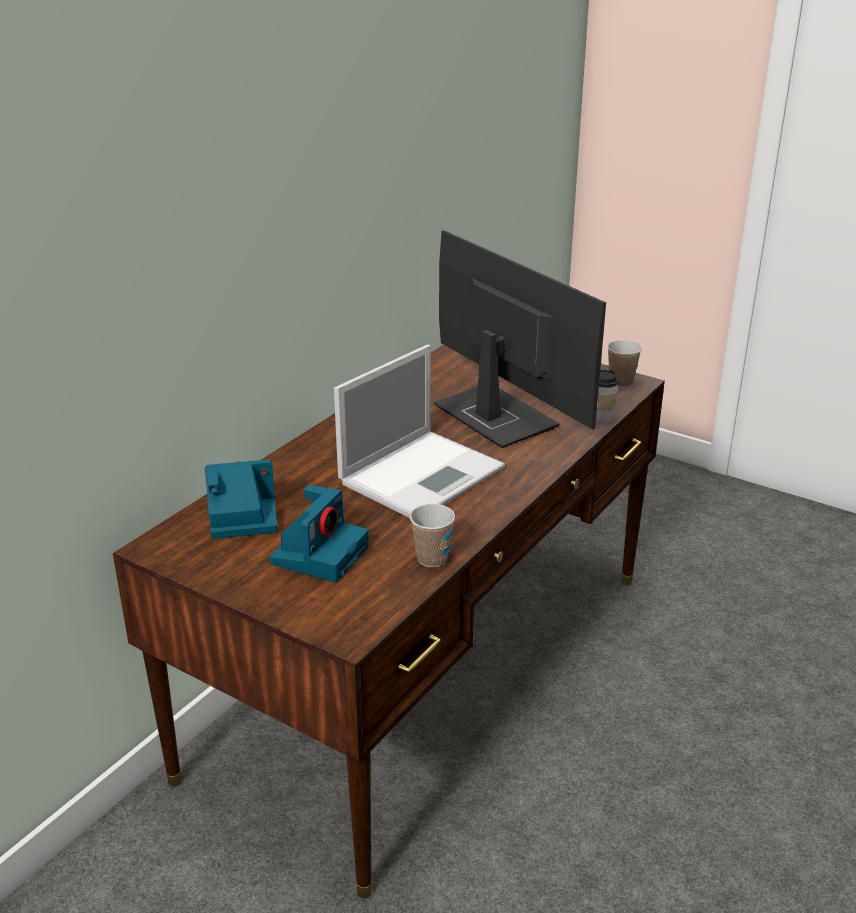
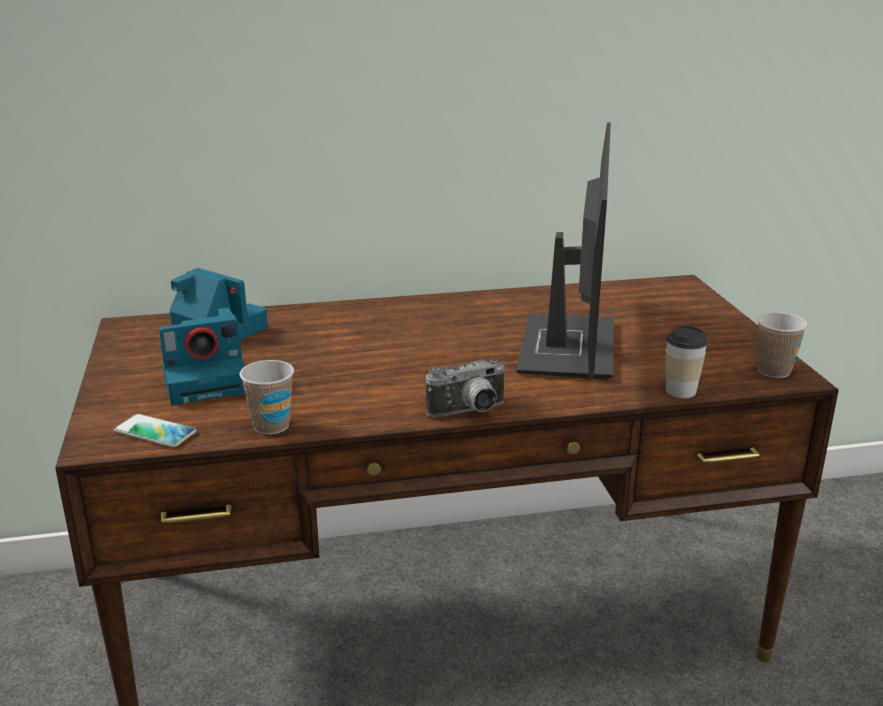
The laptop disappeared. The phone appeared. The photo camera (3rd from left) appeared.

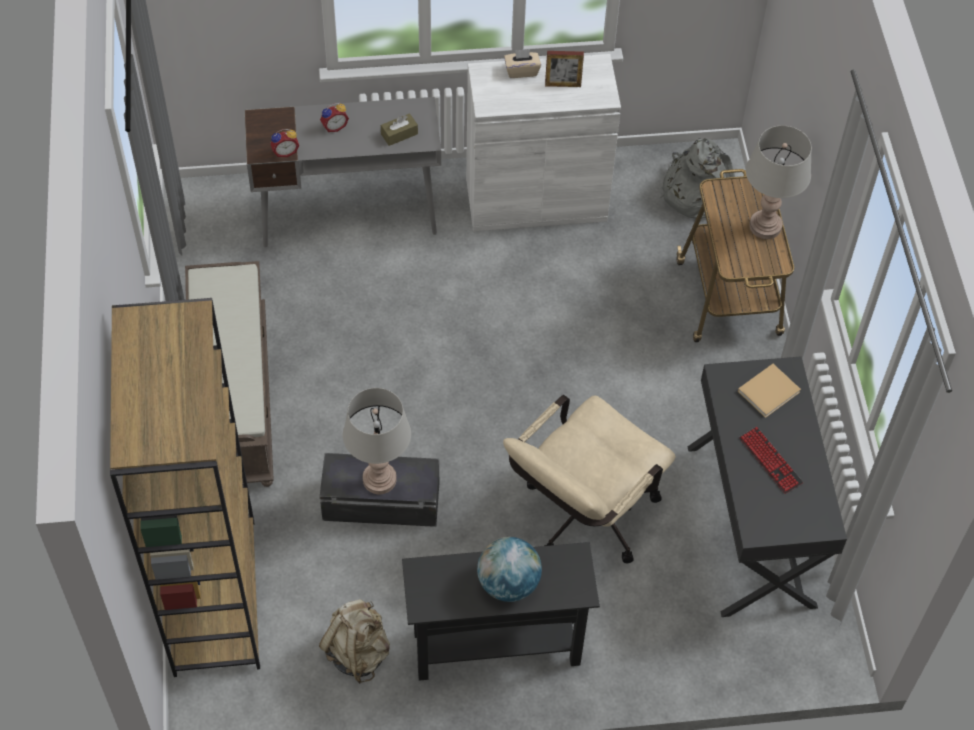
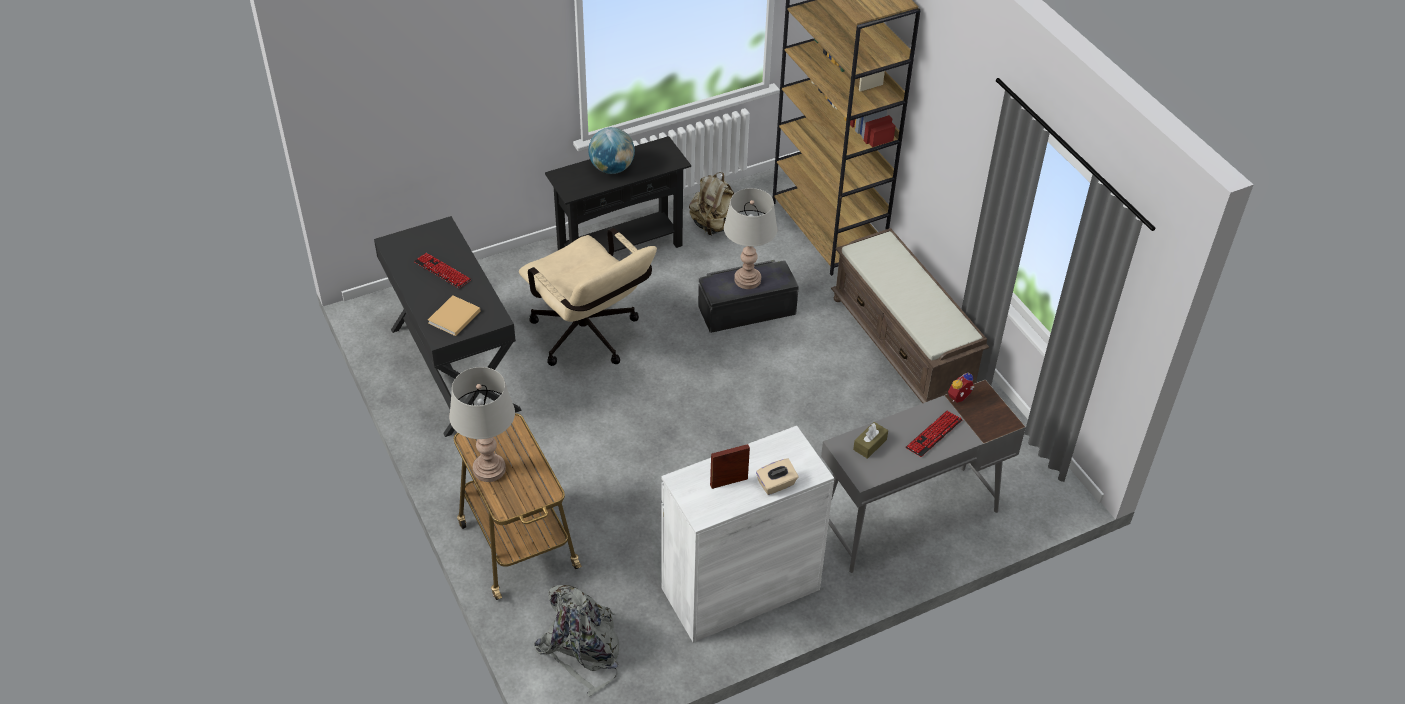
The alarm clock (2nd from left) was replaced by the keyboard (2nd from left). The beige office chair turned 120 degrees clockwise.

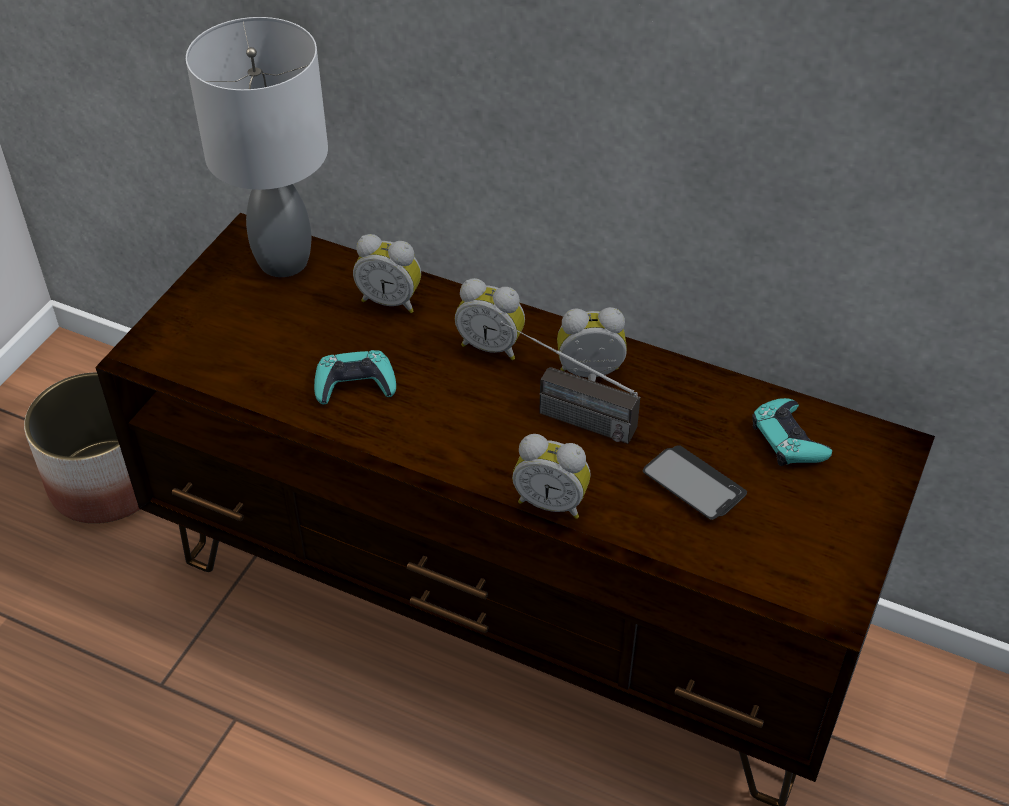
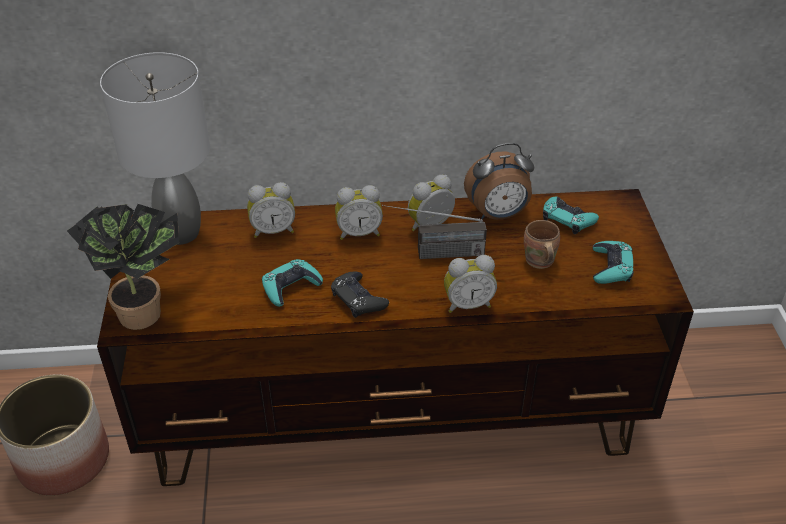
The potted plant appeared. The black game controller appeared. The alarm clock (5th from left) appeared. The turquoise game controller (3rd from left) appeared. The phone was replaced by the brown mug.

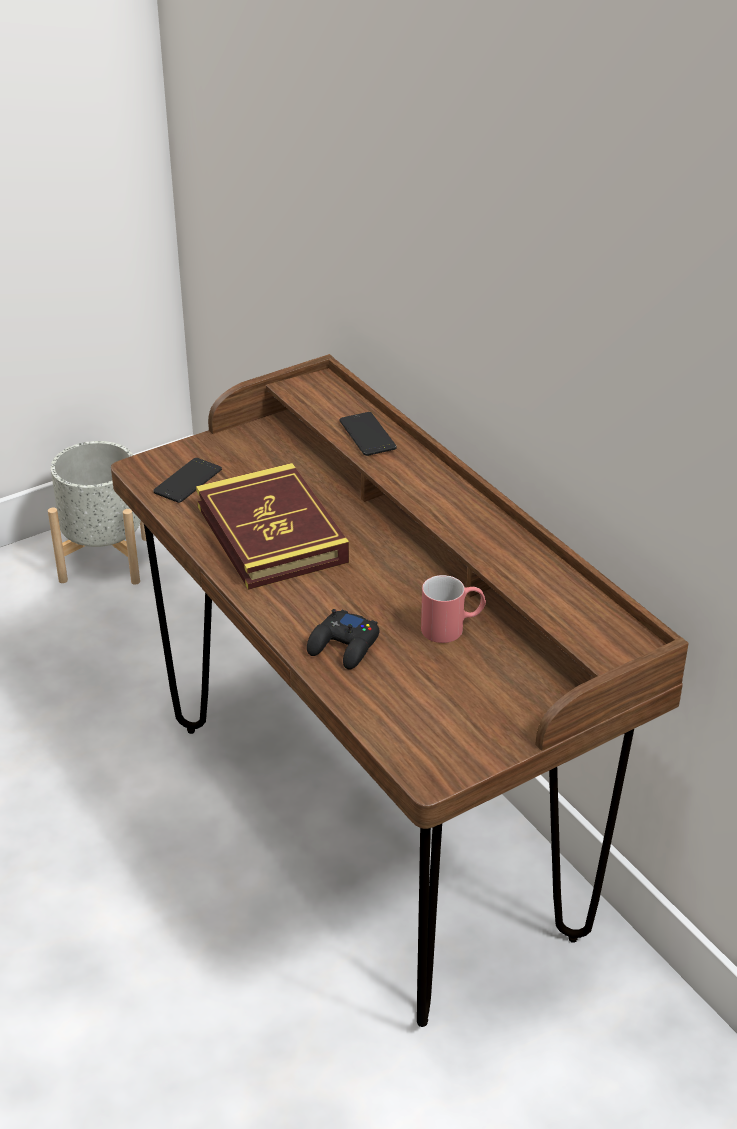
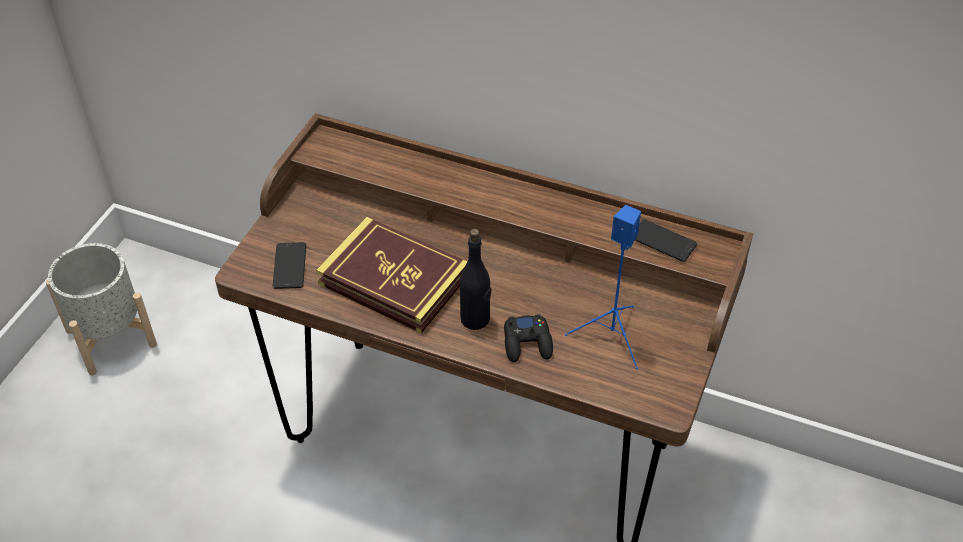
The red mug disappeared. The black bottle appeared. The blue speaker appeared. The phone (2nd from left) moved.

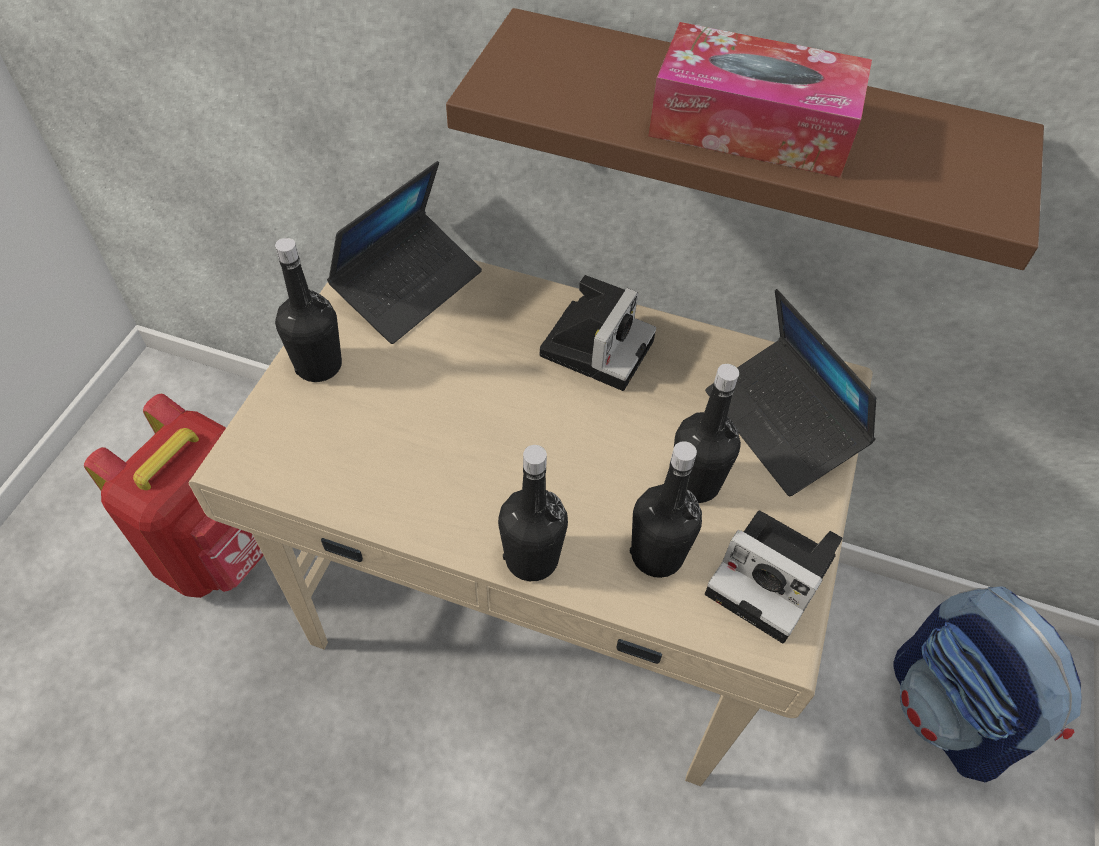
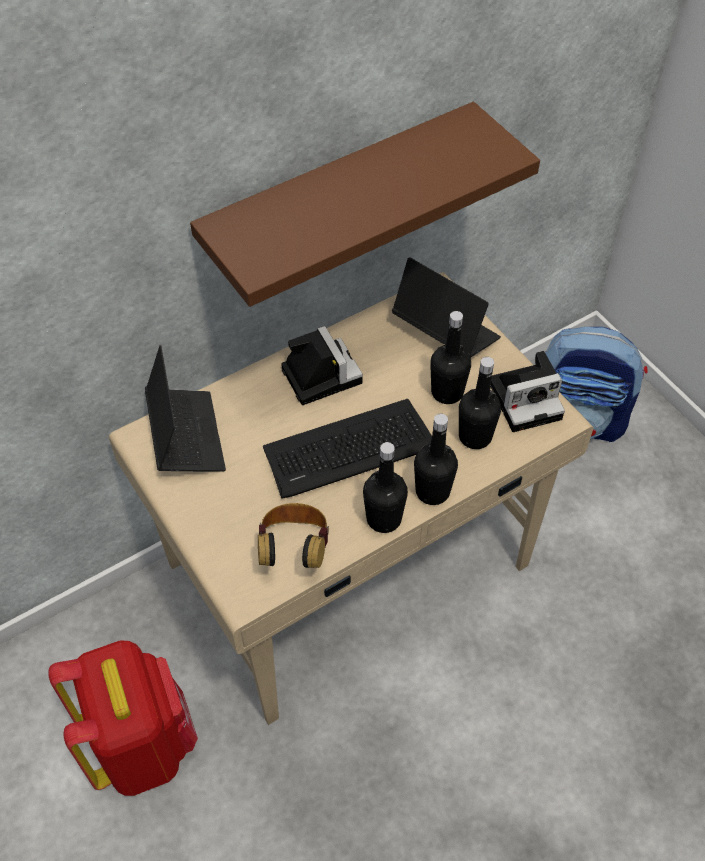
The tissue box disappeared. The headphones appeared. The keyboard appeared. The black bottle (1st from left) moved. The laptop (2nd from left) turned 150 degrees counterclockwise.

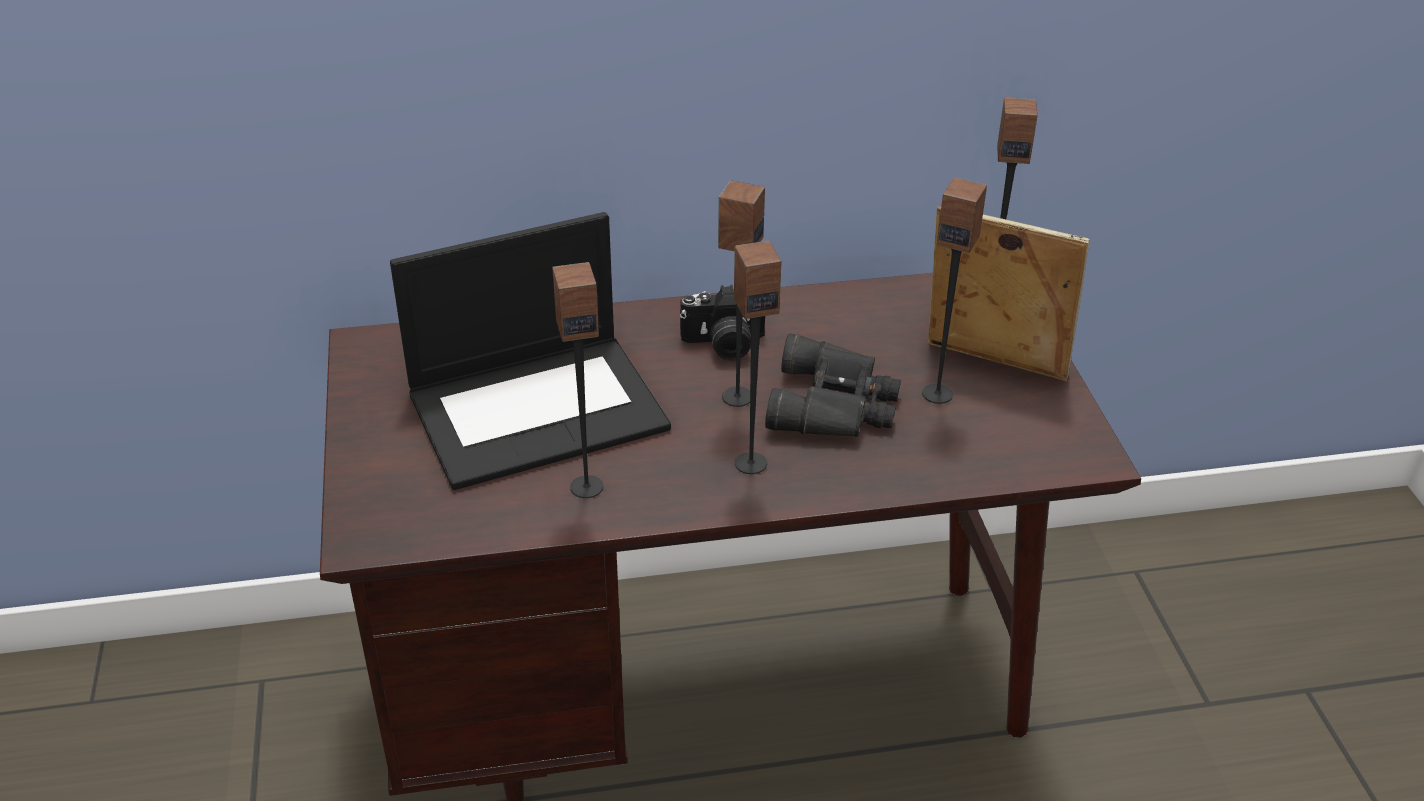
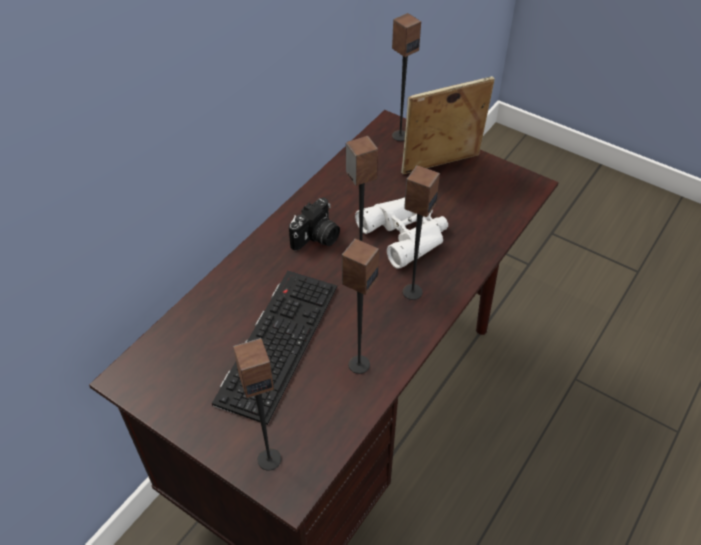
The speaker (4th from left in the first image) moved. The laptop was replaced by the keyboard. The black binoculars became the white binoculars.

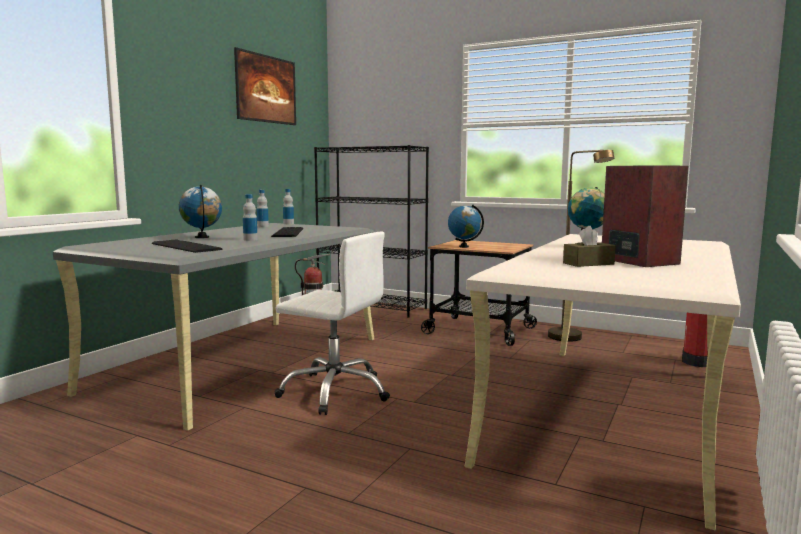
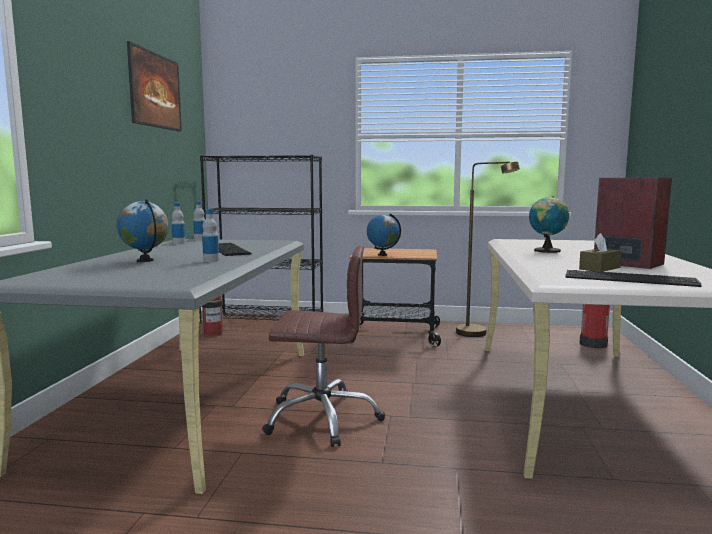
The keyboard (1st from left in the first image) moved. The white office chair became the brown office chair.

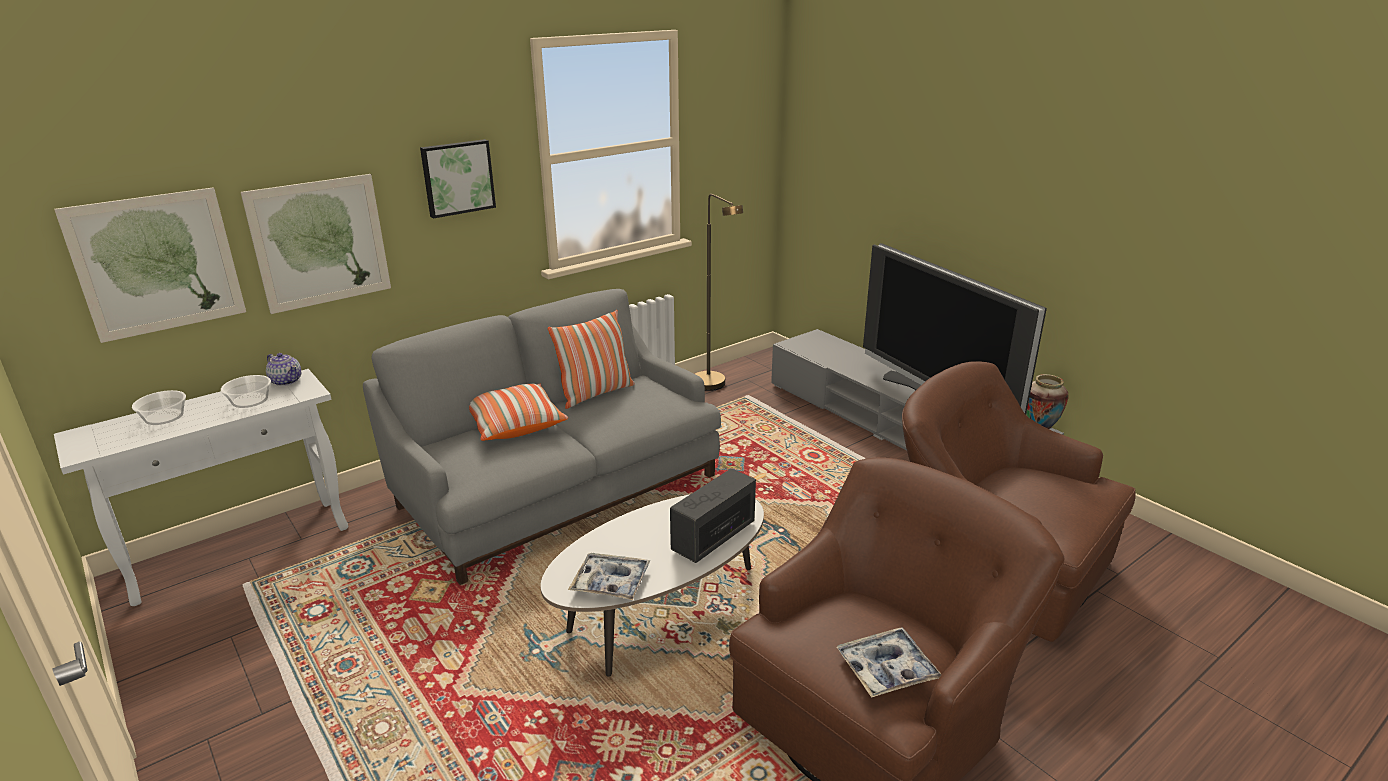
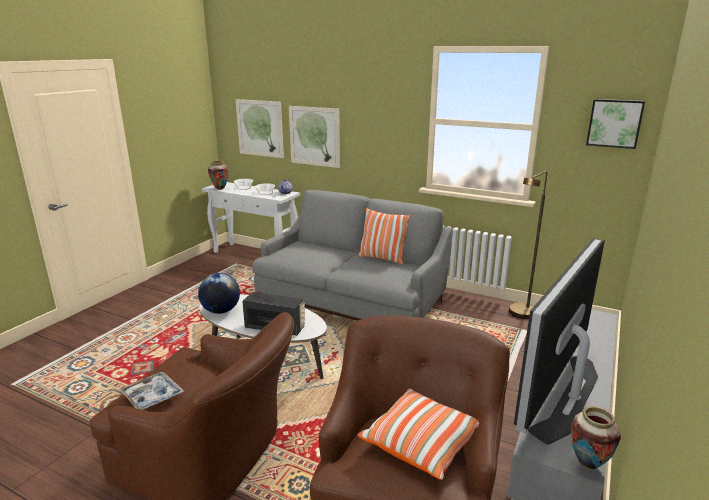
The vase (1st from left) appeared. The picture (3rd from left) moved. The pillow (1st from left in the first image) moved. The tray (1st from left) was replaced by the globe.

